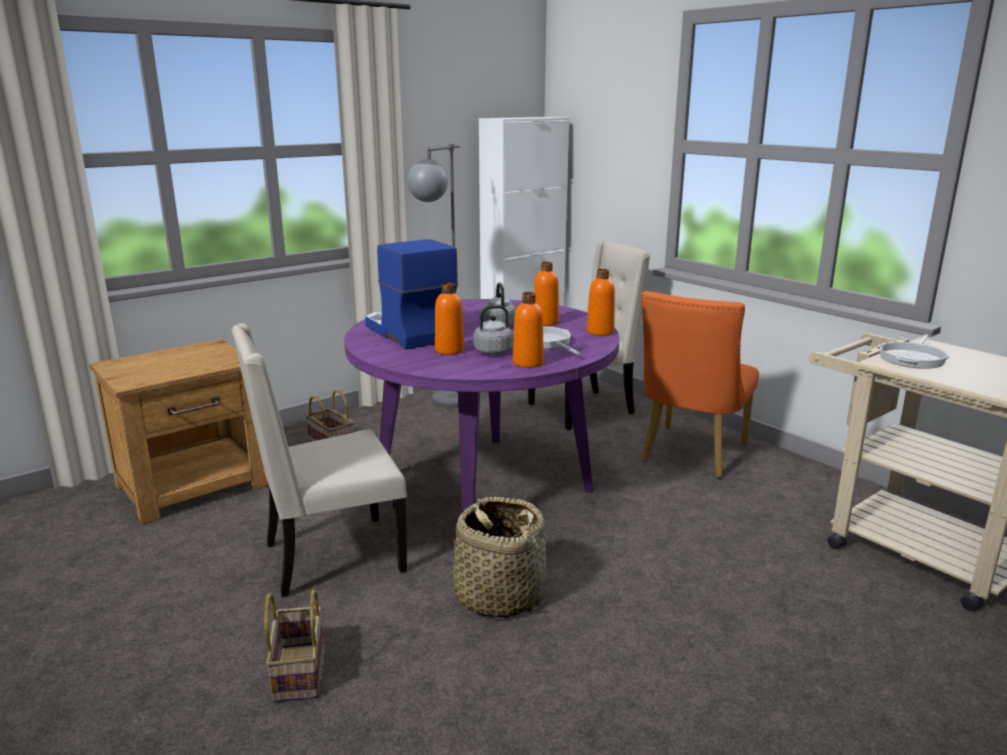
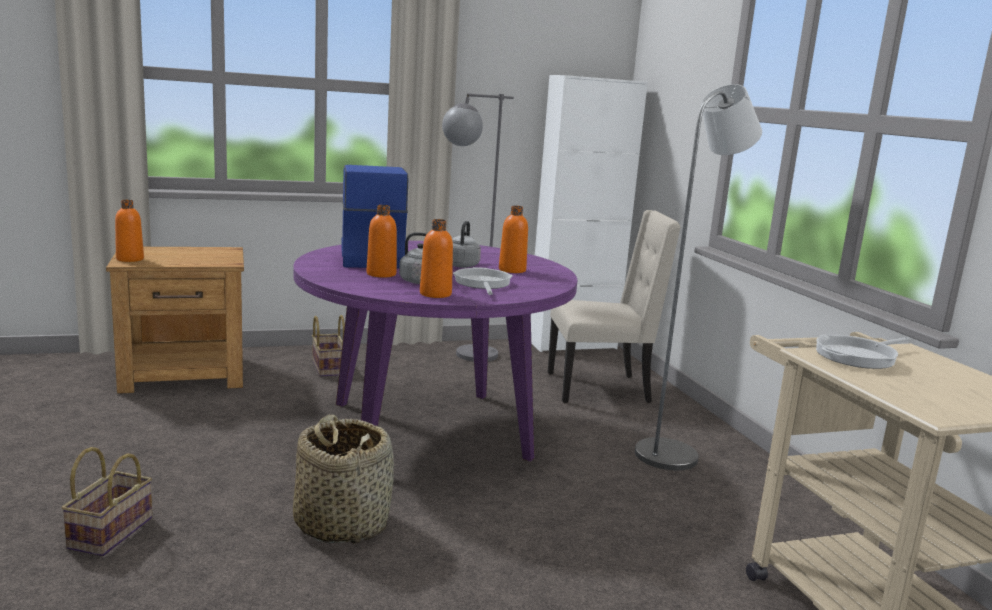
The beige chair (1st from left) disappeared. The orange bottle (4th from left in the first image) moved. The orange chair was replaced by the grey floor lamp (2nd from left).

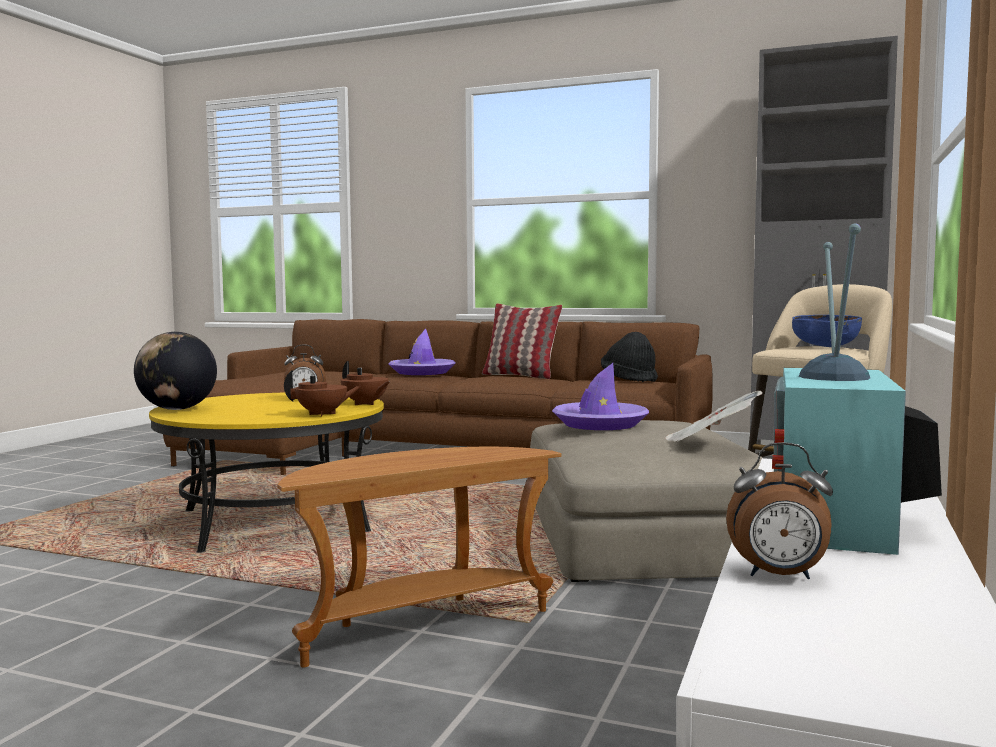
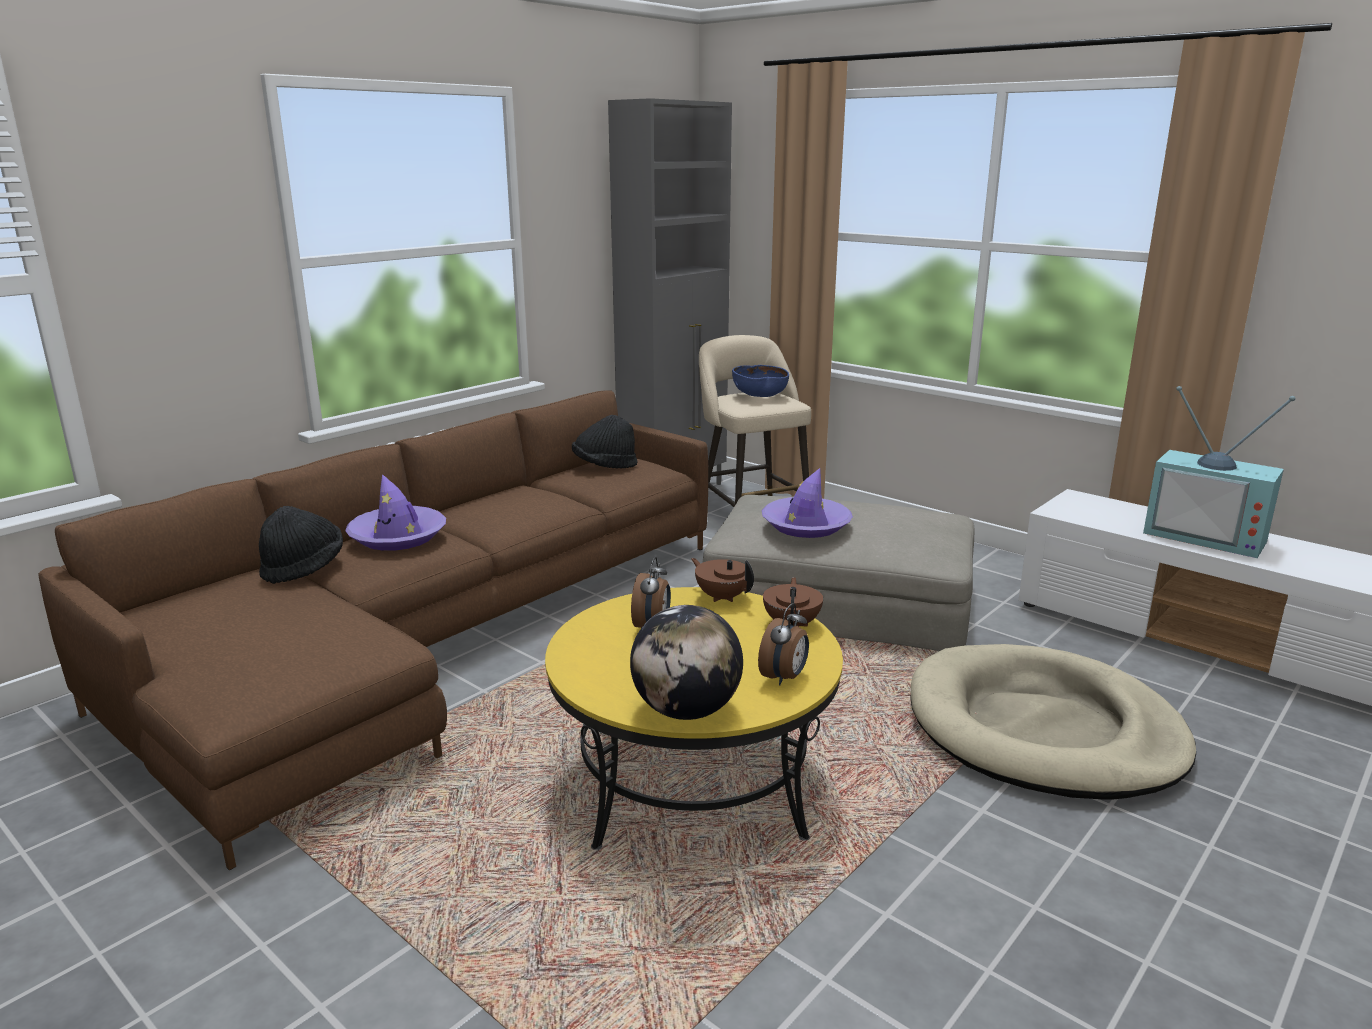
The pillow disappeared. The newspaper disappeared. The black hat (1st from left) appeared. The alarm clock (2nd from left) moved. The brown side table was replaced by the beige dog bed. The brown teapot (2nd from left in the first image) turned 105 degrees counterclockwise.

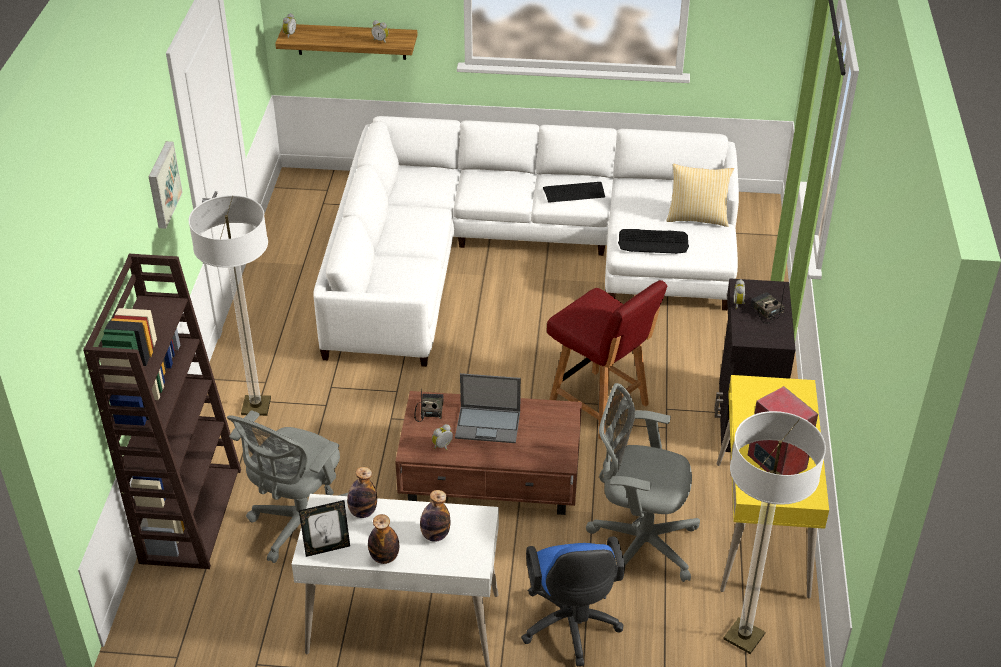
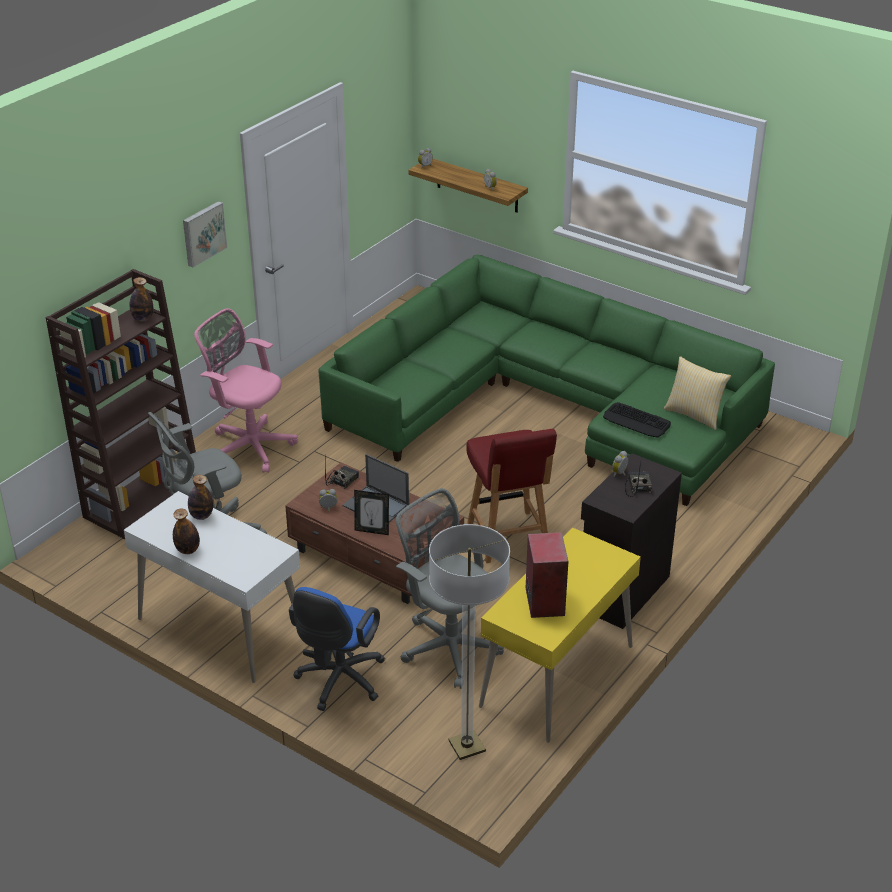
The keyboard (1st from left) disappeared. The picture frame moved. The bottle (3rd from left in the first image) moved. The floor lamp (1st from left) was replaced by the pink office chair. The white sofa became the green sofa.

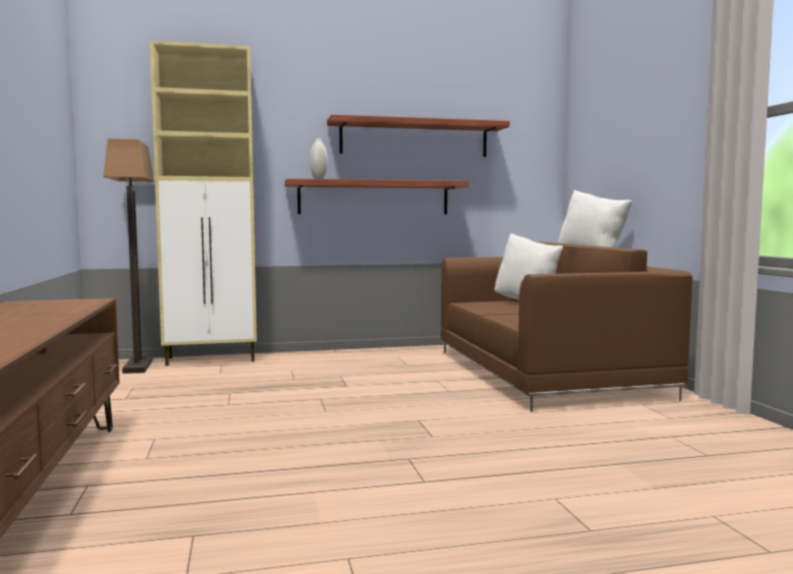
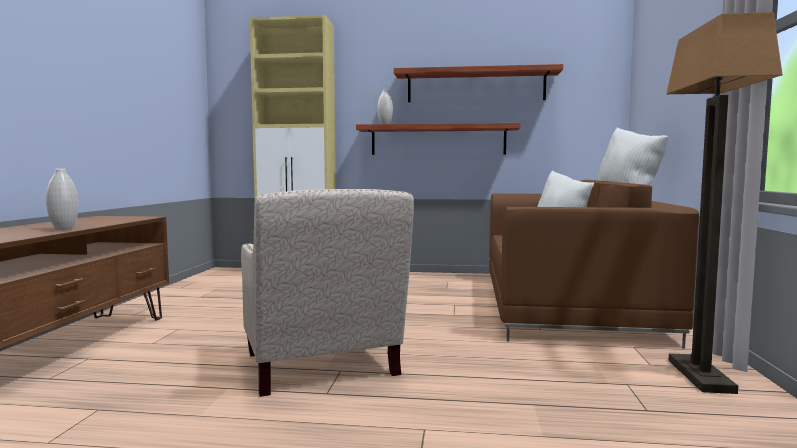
The white vase (1st from left) appeared. The beige armchair appeared. The floor lamp moved.

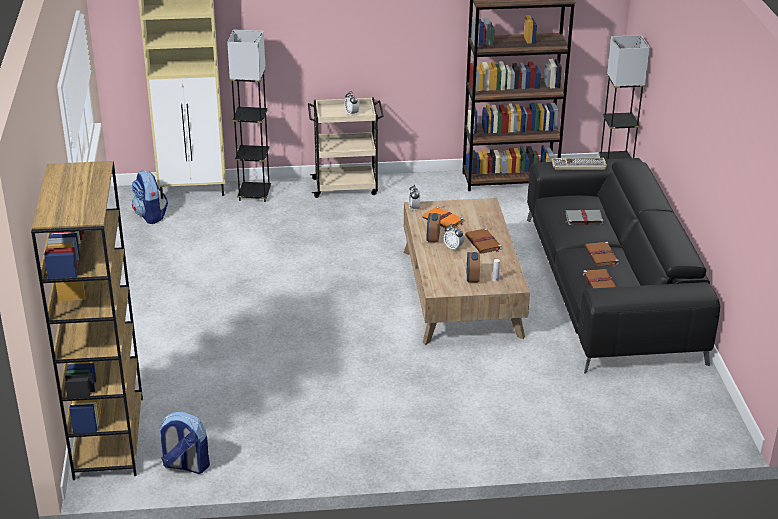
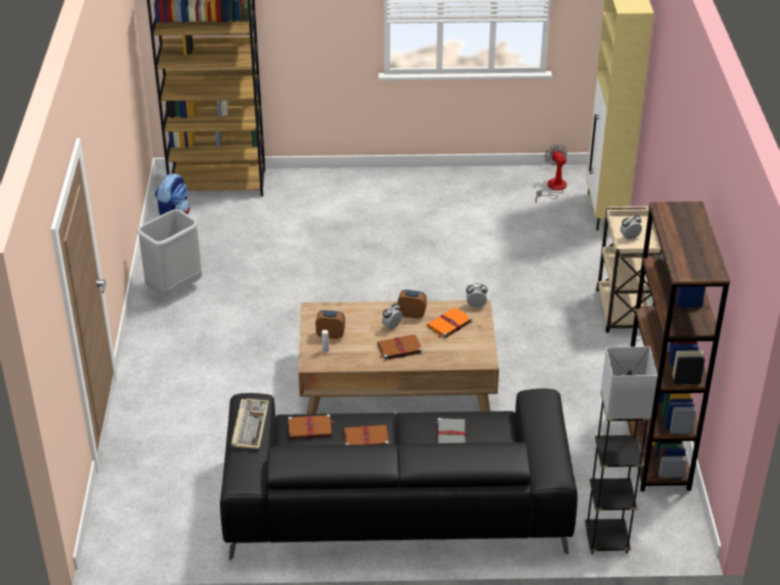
The grey floor lamp (1st from left) disappeared. The grey trash can appeared. The keyboard moved. The backpack (1st from left) was replaced by the fan.

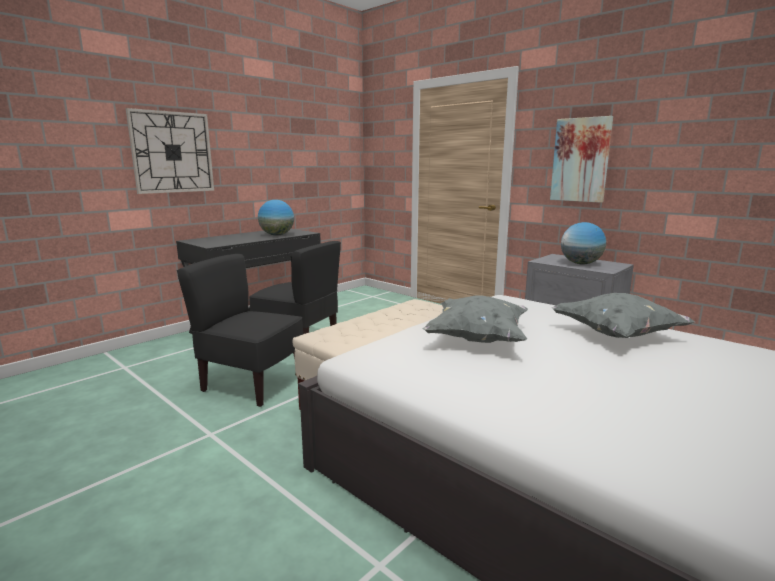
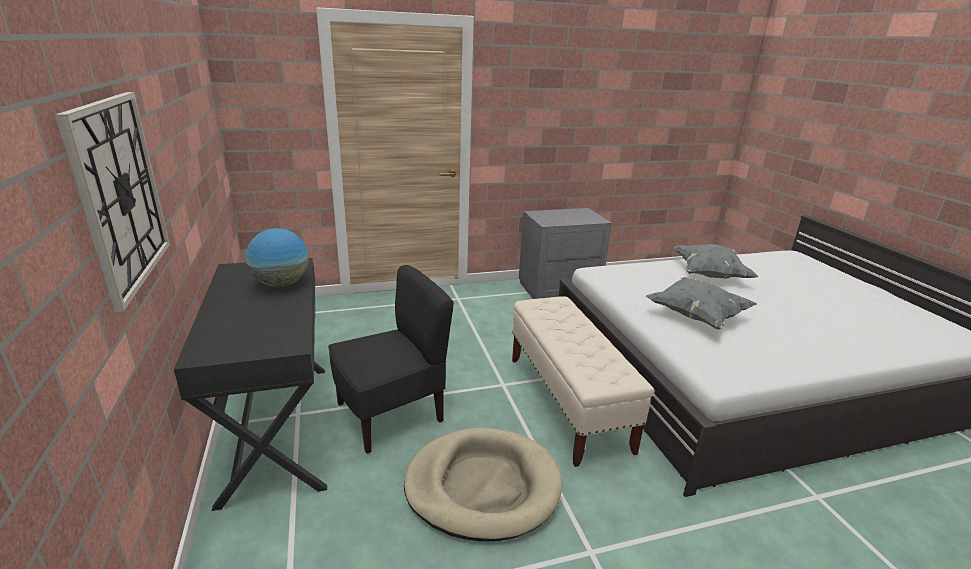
The picture disappeared. The globe (2nd from left) disappeared. The black chair (1st from left) was replaced by the beige dog bed.

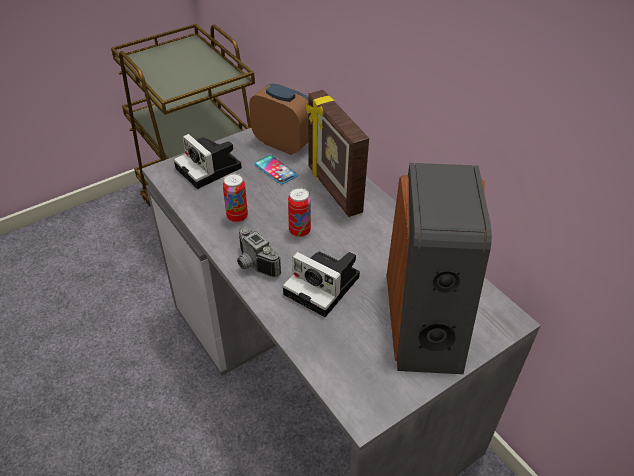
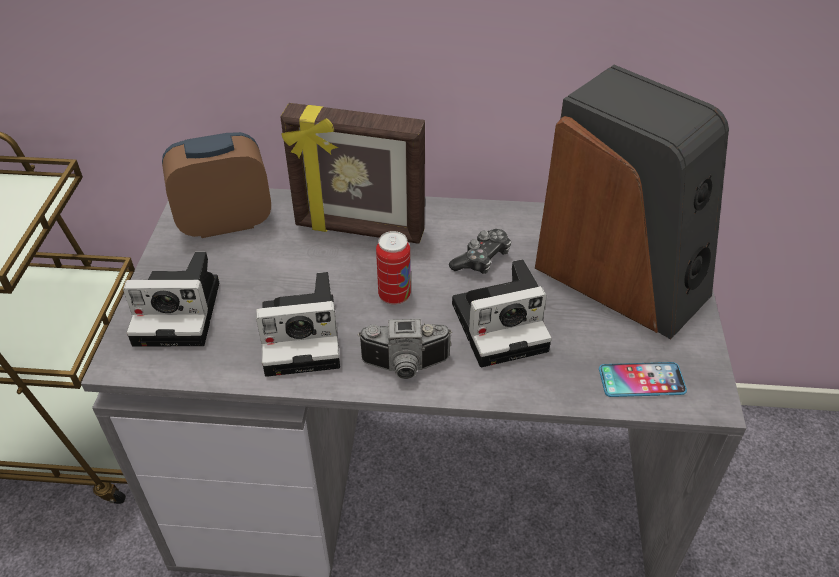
The game controller appeared. The phone moved. The can (1st from left) was replaced by the photo camera (2nd from left).

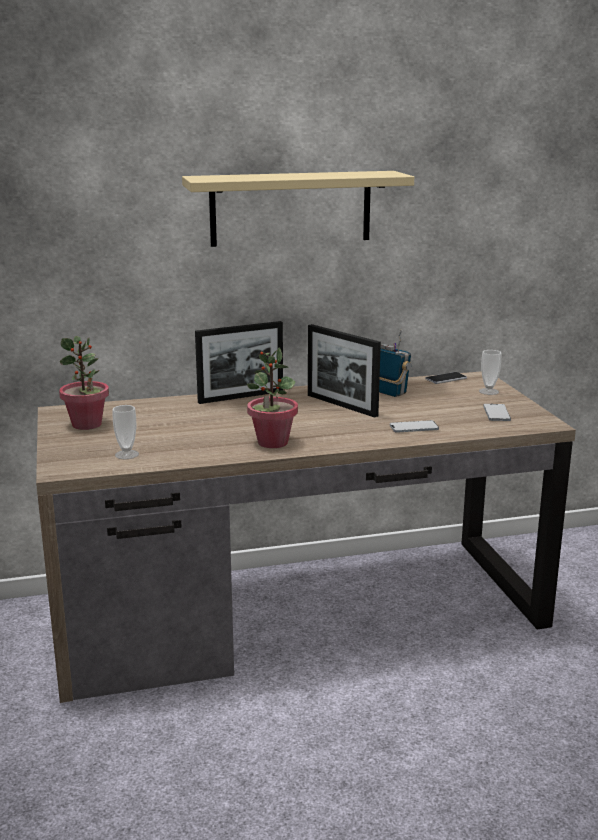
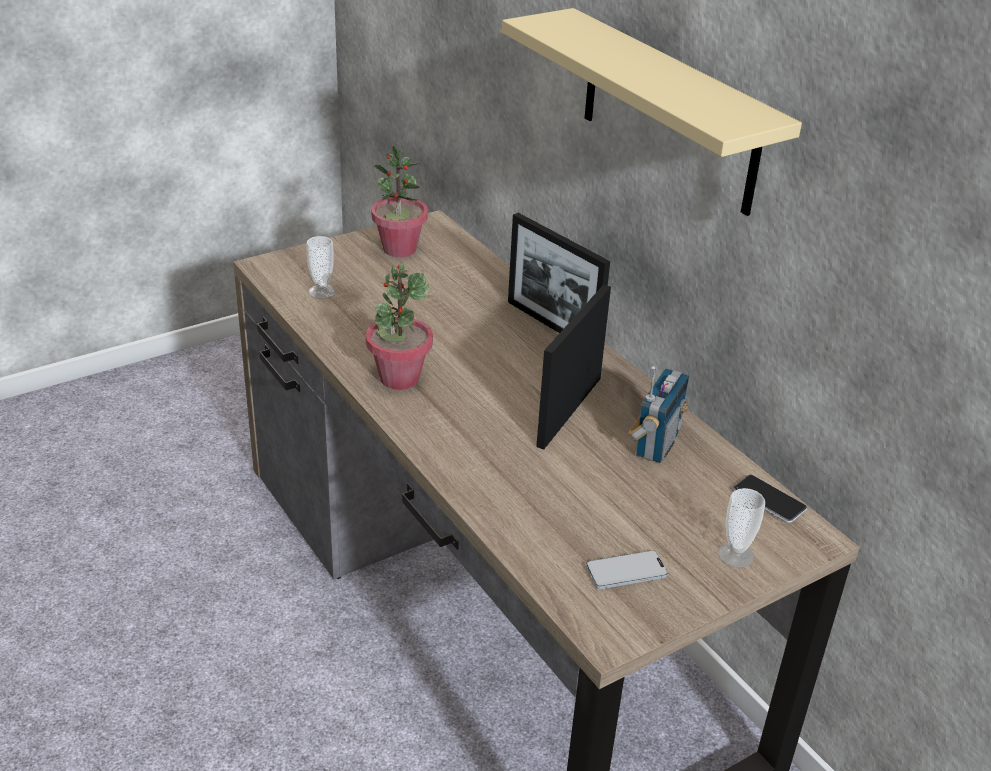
The phone (1st from left) disappeared.

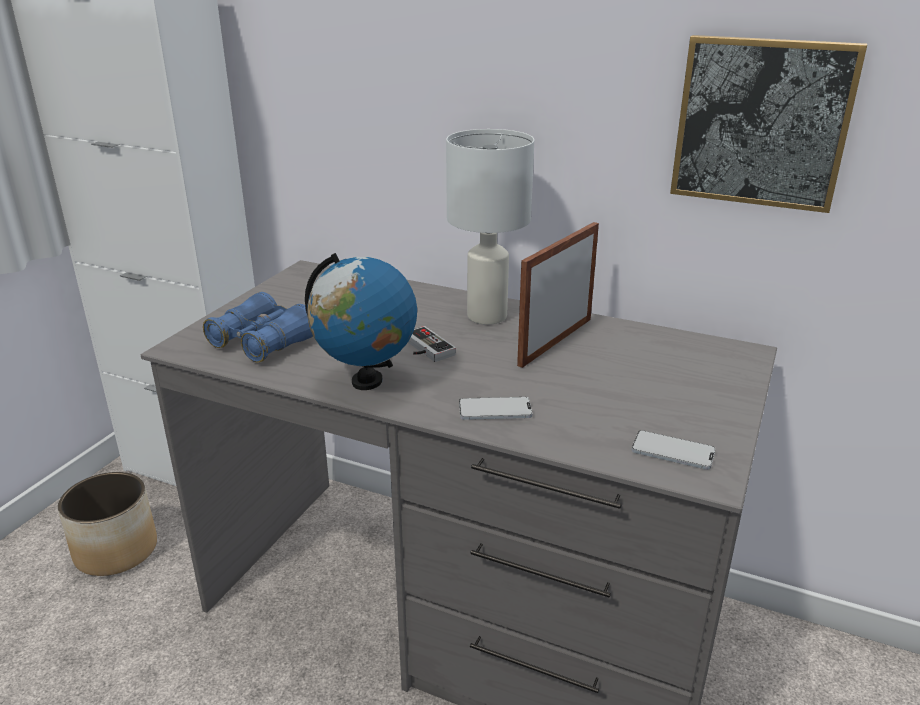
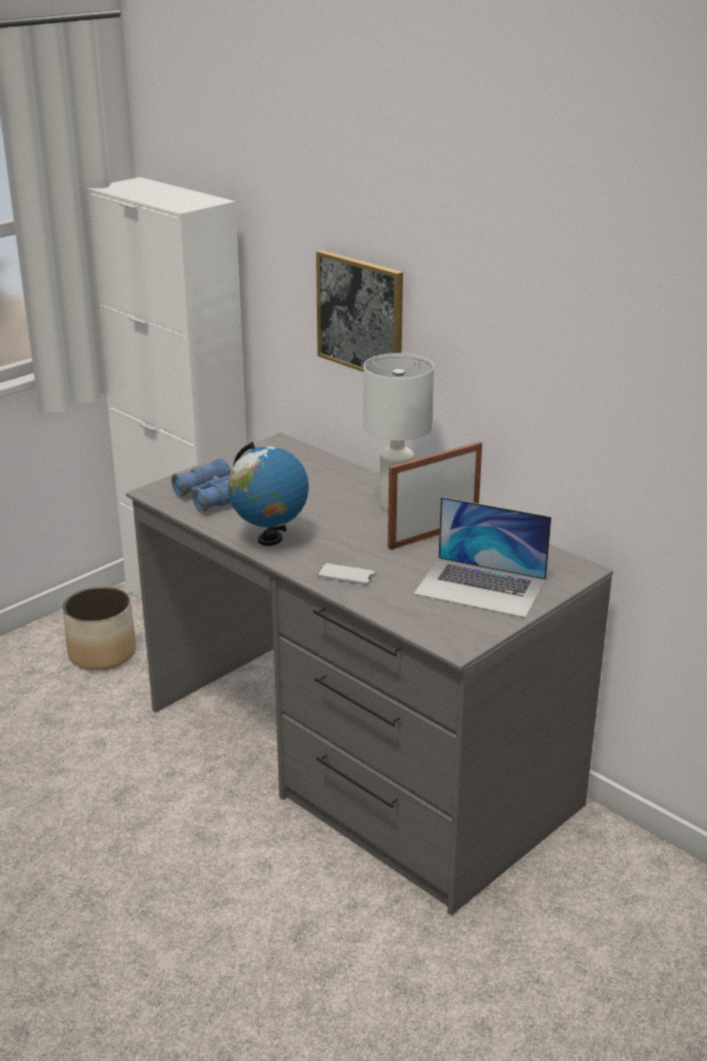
The game controller disappeared. The phone (2nd from left) disappeared. The laptop appeared. The picture moved.

